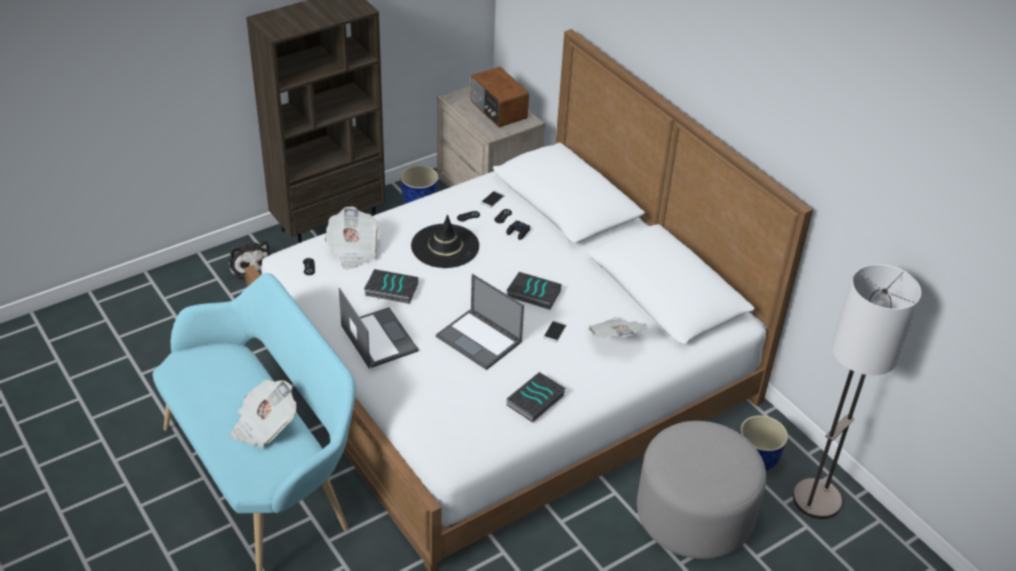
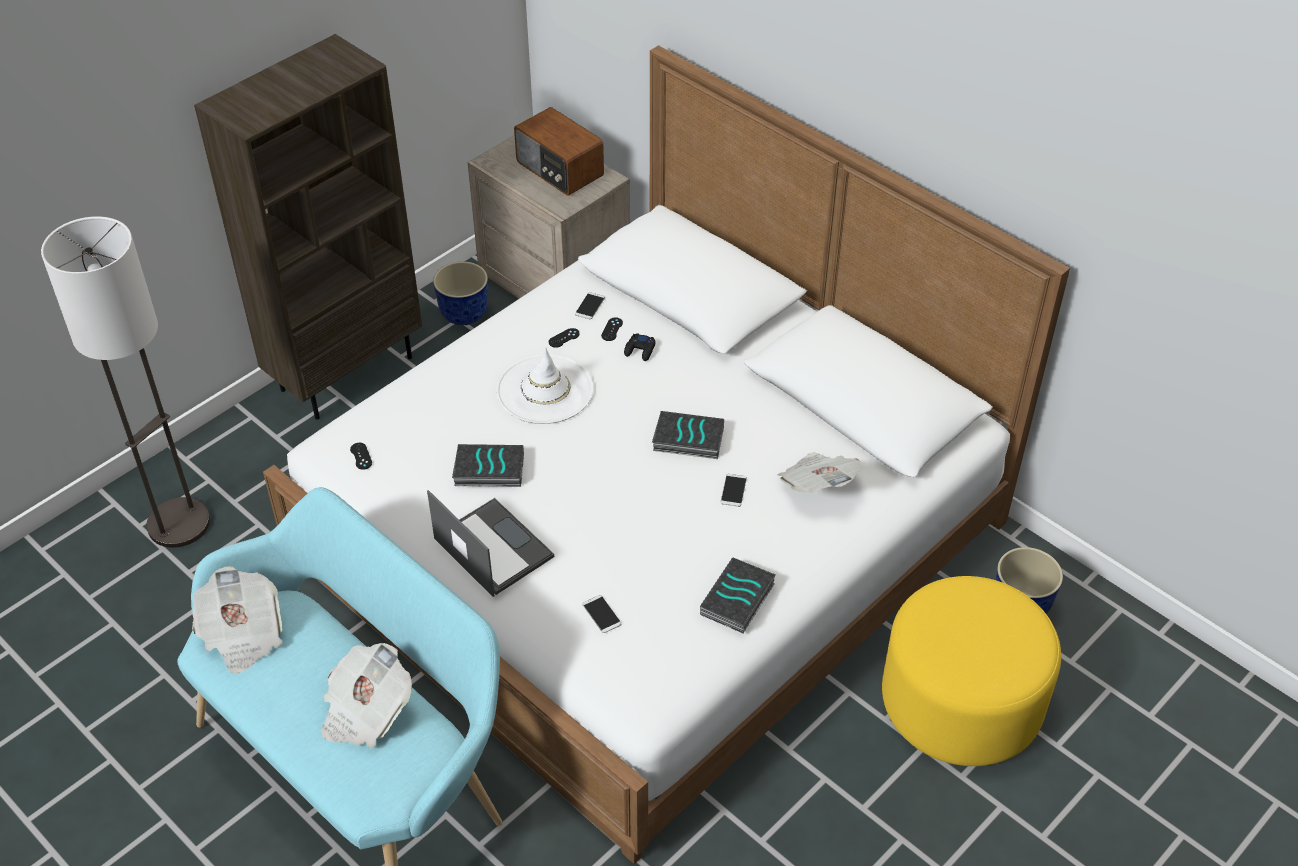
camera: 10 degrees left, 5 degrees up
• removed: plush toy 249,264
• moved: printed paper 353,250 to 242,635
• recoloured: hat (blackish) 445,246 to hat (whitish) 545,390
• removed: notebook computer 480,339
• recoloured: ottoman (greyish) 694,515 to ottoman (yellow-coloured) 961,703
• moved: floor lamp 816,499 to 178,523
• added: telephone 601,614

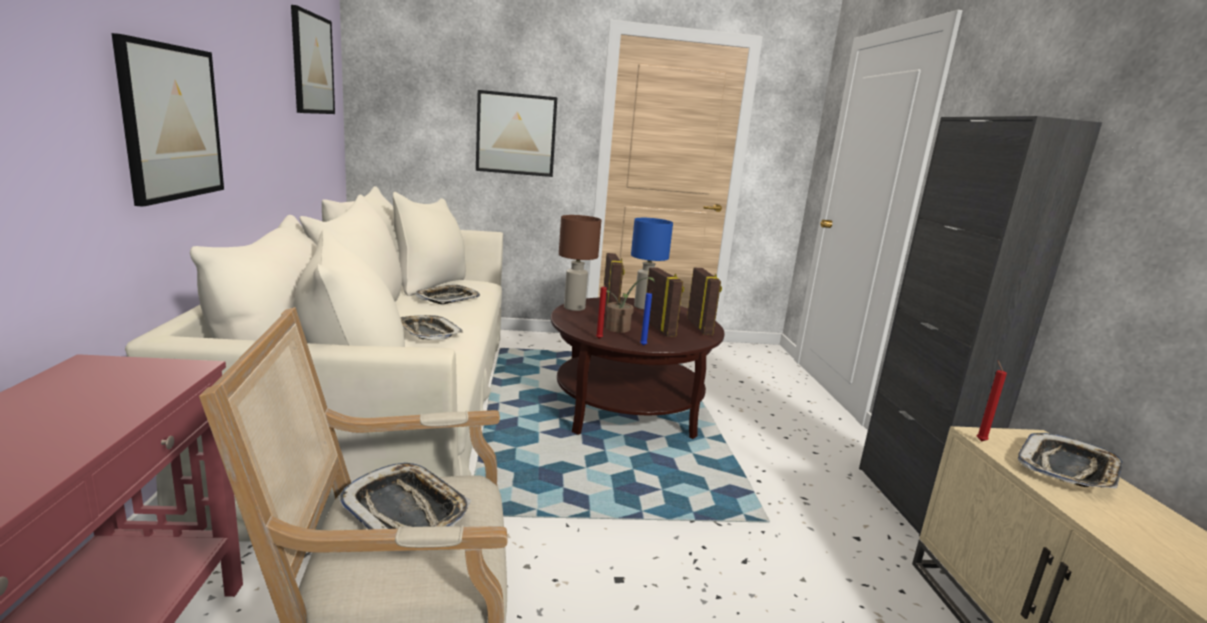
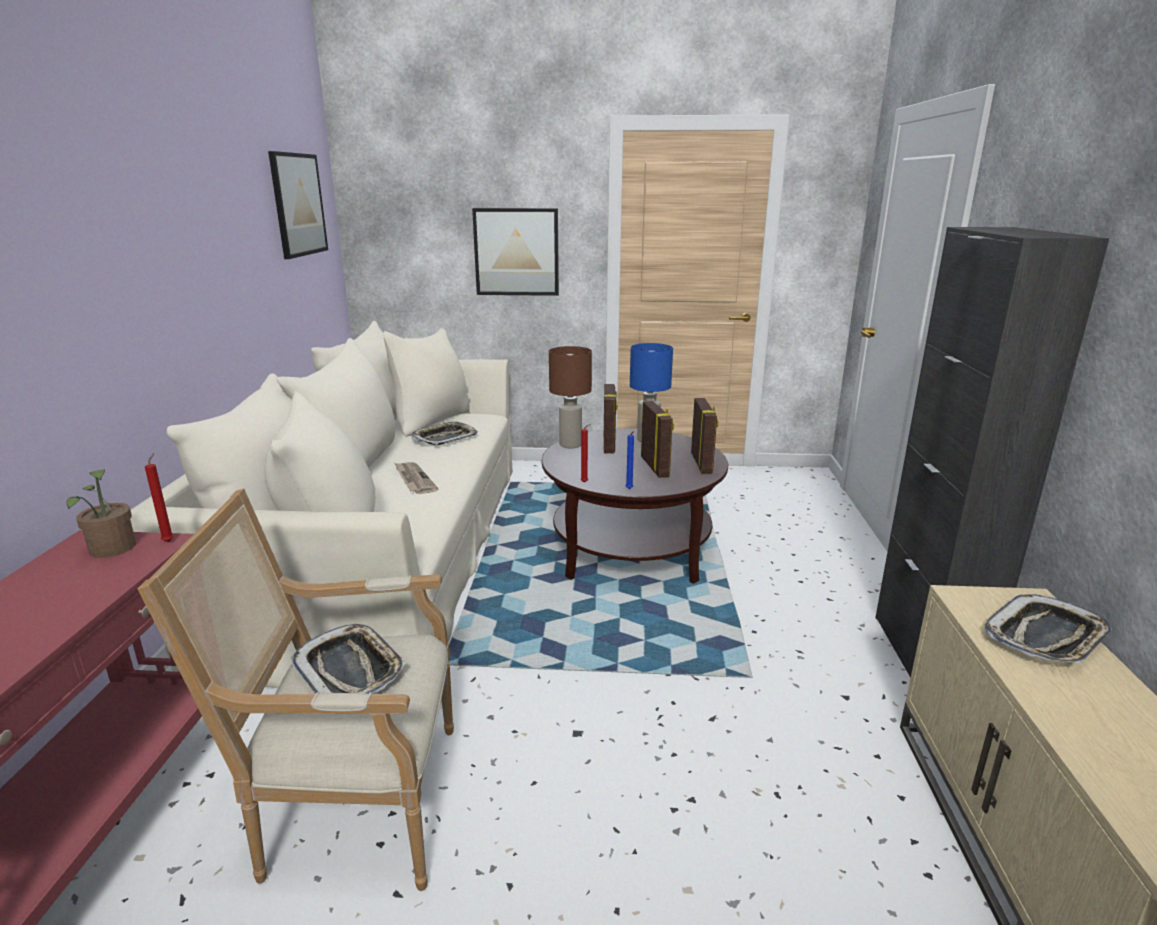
camera: 10 degrees right, 5 degrees up
• removed: wall picture 171,122
• replaced: tray 427,332 to printed paper 414,480
• moved: plant in a pot 620,329 to 112,550
• moved: wax light (red-coloured) 980,440 to 169,541

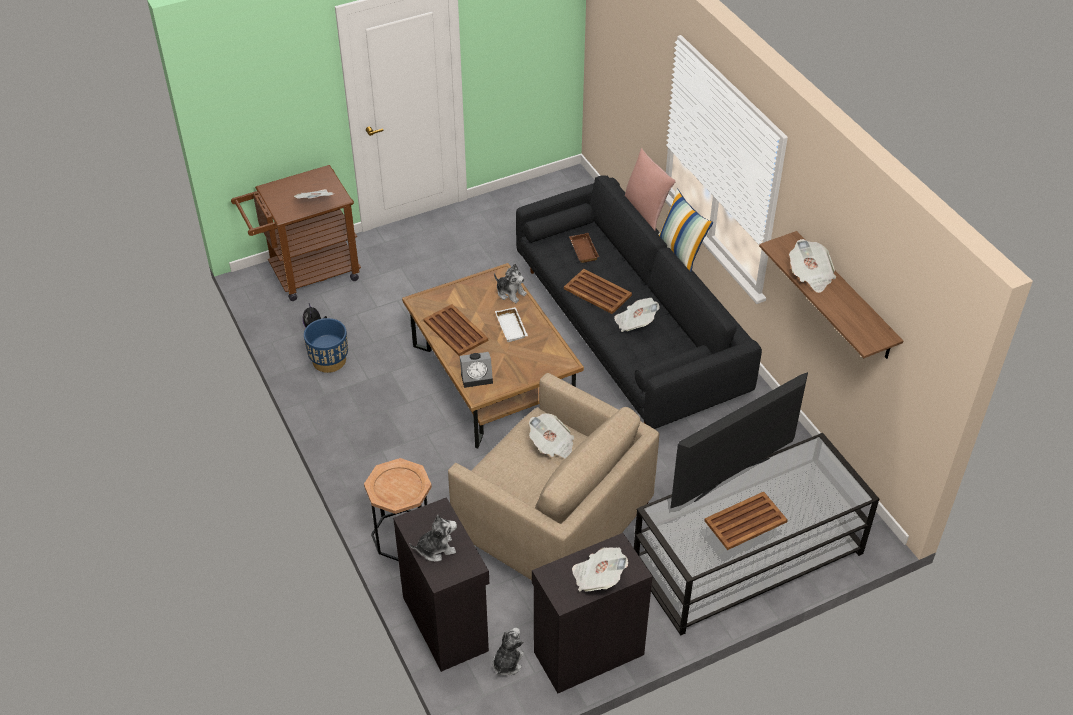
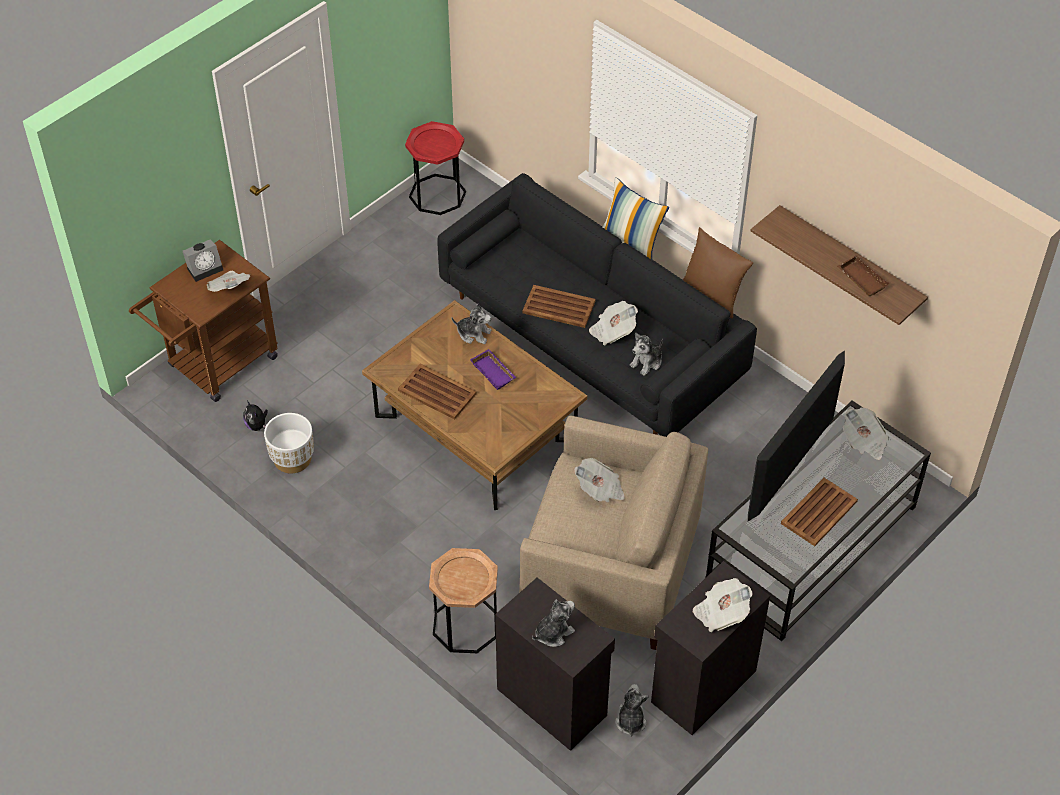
camera: 20 degrees left, 5 degrees up
• recoloured: flower pot (bluish) 329,360 to flower pot (whitish) 292,458
• moved: bedside clock 477,377 to 205,268
• recoloured: tray (whitish) 512,327 to tray (purple) 494,372
• moved: tray (brownish) 582,250 to 860,279
• removed: cushion (pinkish) 646,211
• moved: printed paper 810,276 to 864,442
• added: side table (red-coloured) 437,194
• added: plush toy 647,362
• added: cushion (brownish) 713,295

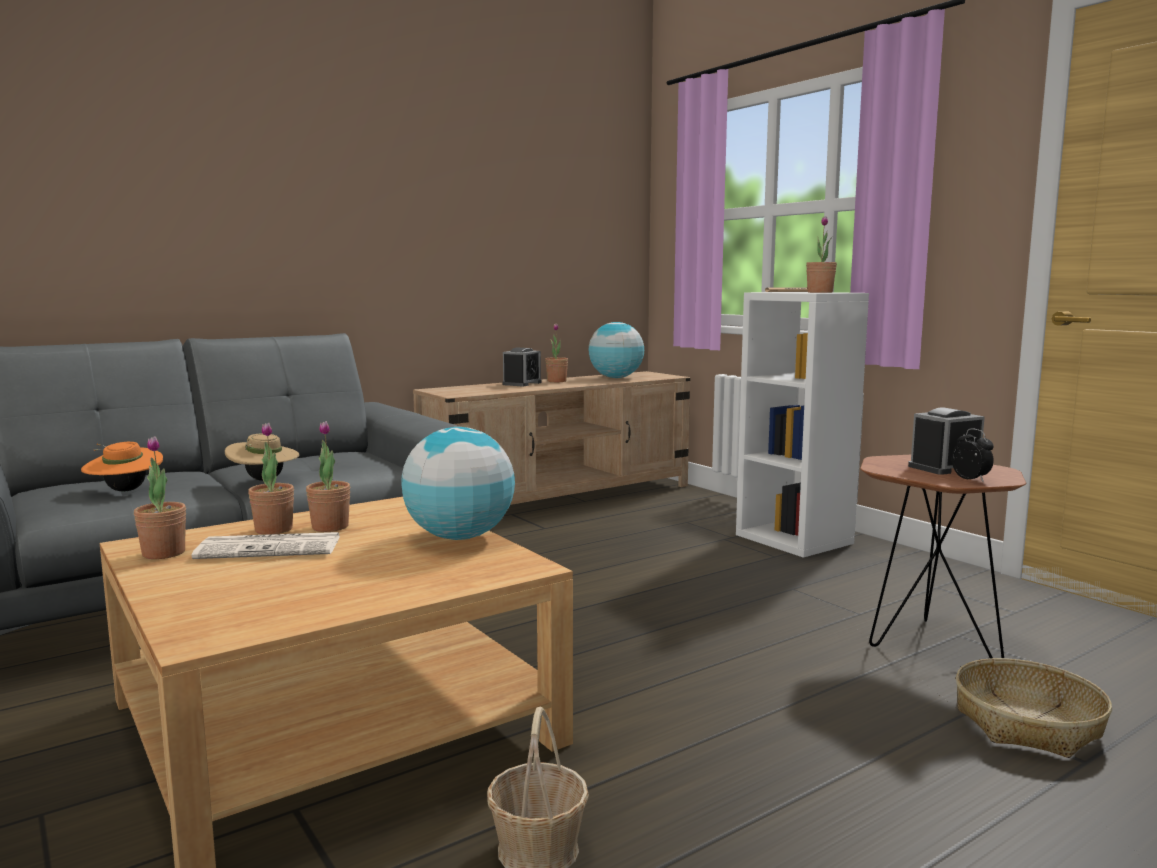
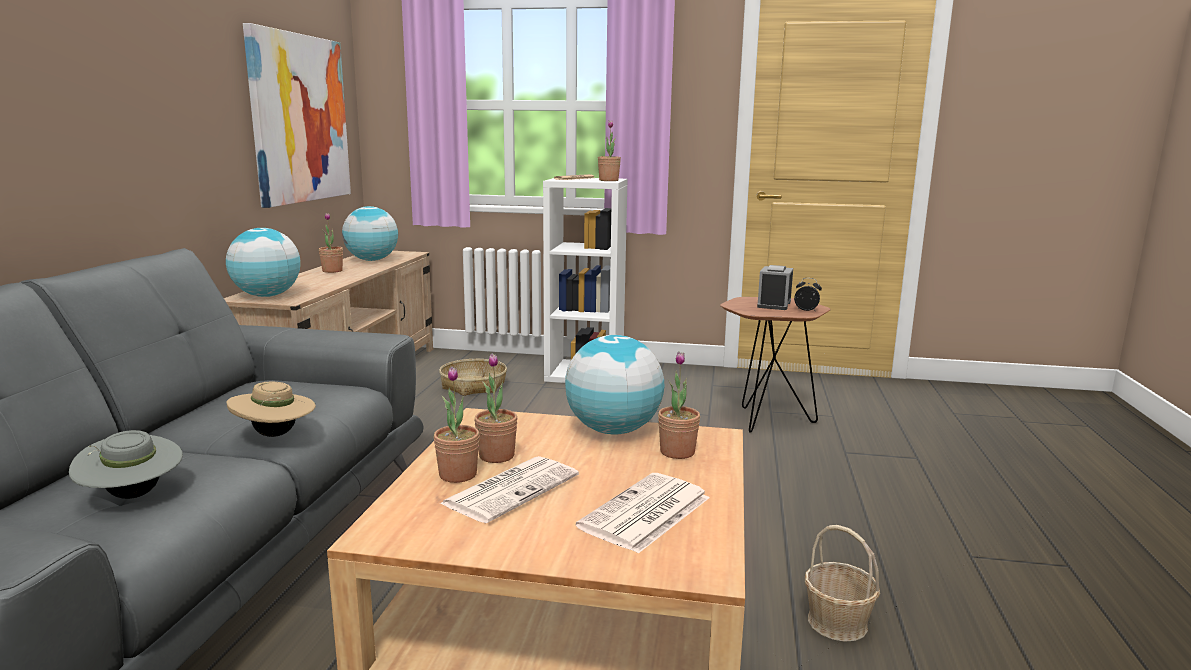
camera: 45 degrees left, 5 degrees up
• recoloured: hat (orange) 125,490 to hat (greyish) 132,495
• moved: plant in a pot 163,553 to 677,452
• removed: bedside clock 522,383
• moved: basket 1028,724 to 474,386
• added: desk globe 267,296
• added: wall picture 300,119
• added: printed paper 645,514

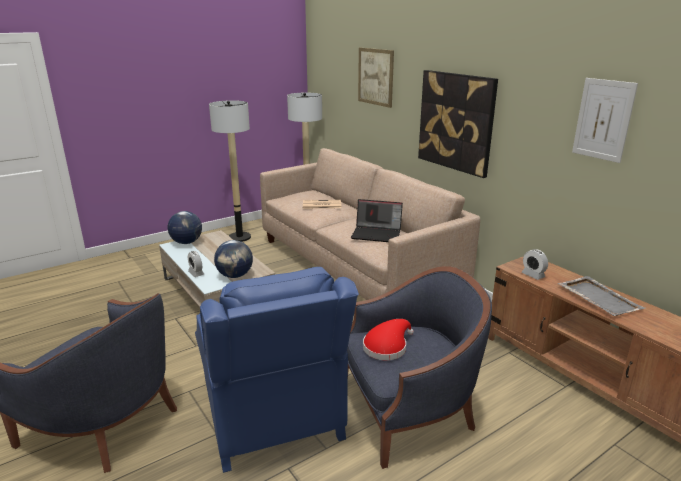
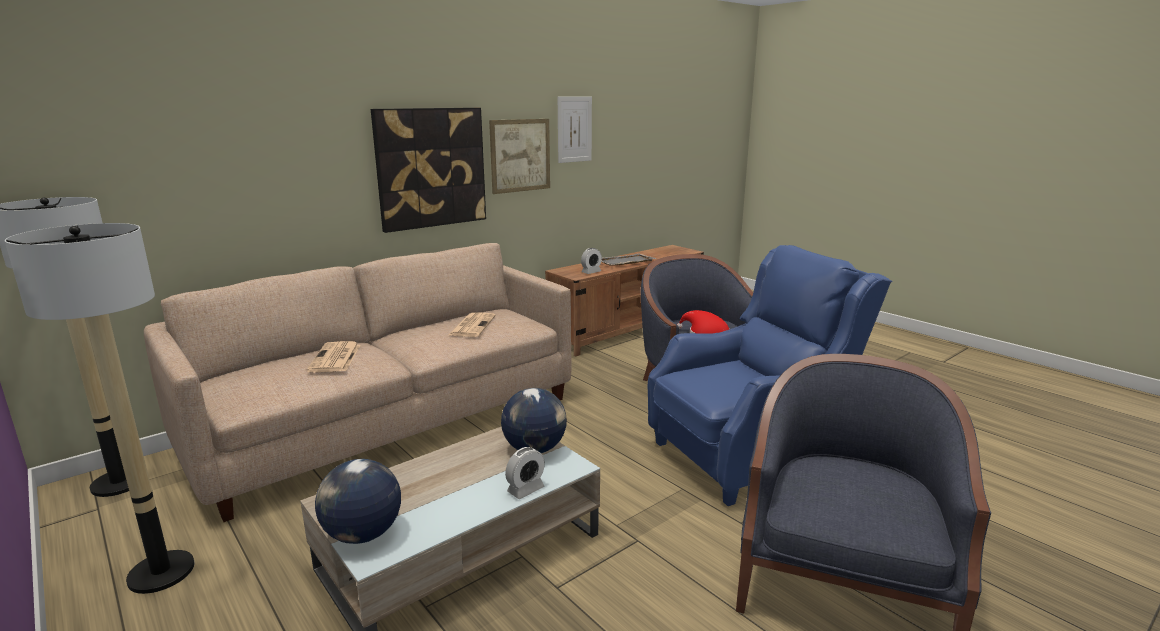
camera: 95 degrees left, 5 degrees down
• replaced: notebook computer 377,234 to printed paper 472,325
• moved: wall picture 375,77 to 520,155

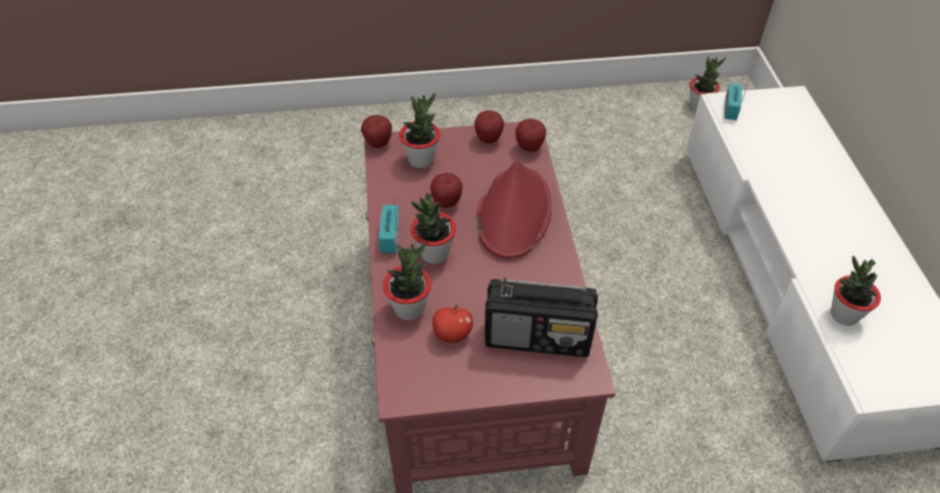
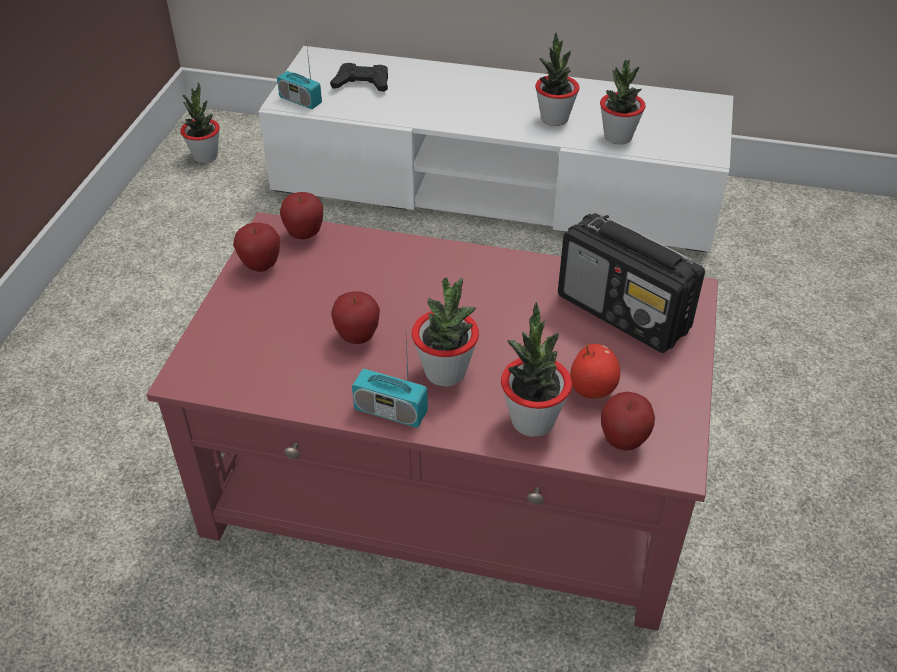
camera: 70 degrees left, 5 degrees down
• moved: apple fruit 378,144 to 623,441
• moved: plant in a pot 421,160 to 554,119
• removed: hat (red-coloured) 513,213
• turned: radio 539,337 = 624,314 105 degrees clockwise
• added: gamepad (blackish) 362,83

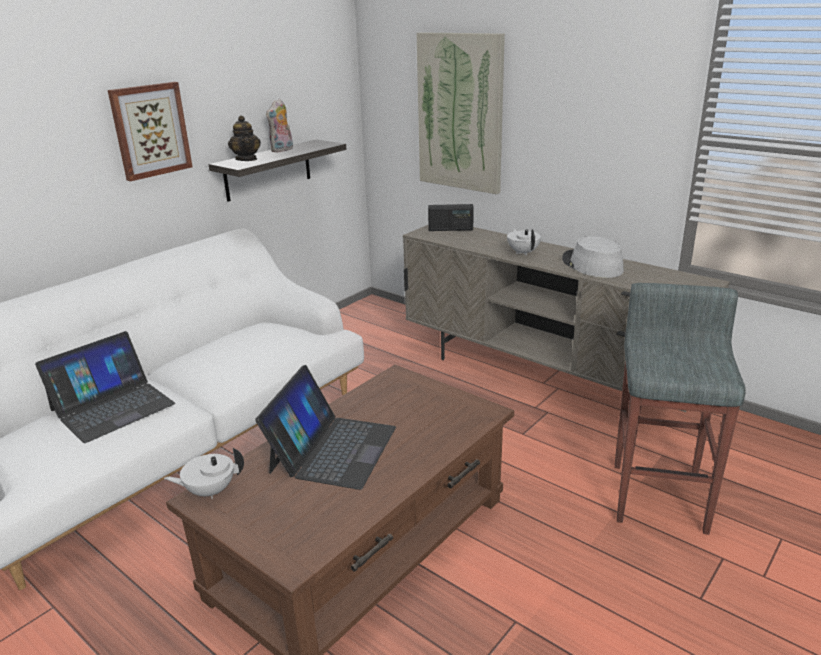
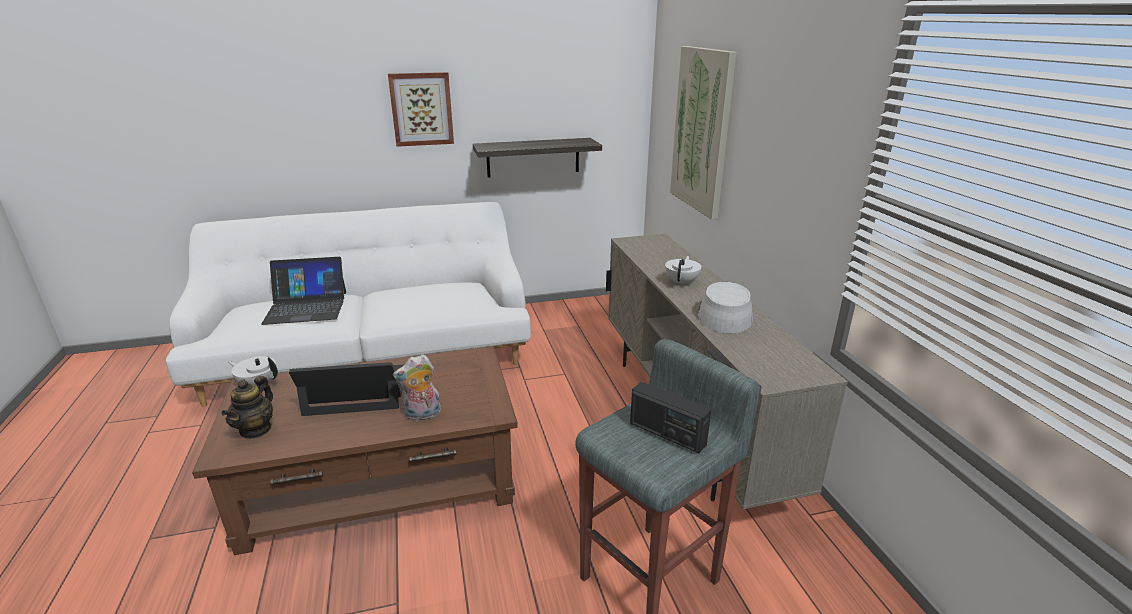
camera: 35 degrees right, 0 degrees up
• moved: teapot 246,159 to 256,429
• turned: notebook computer 332,449 = 357,390 150 degrees counterclockwise
• moved: plush toy 282,150 to 422,415
• moved: radio 450,229 to 667,434

